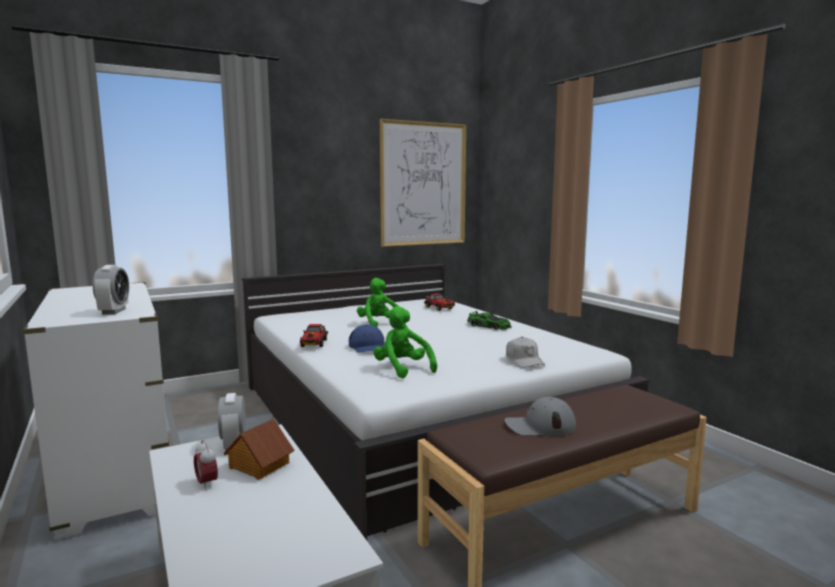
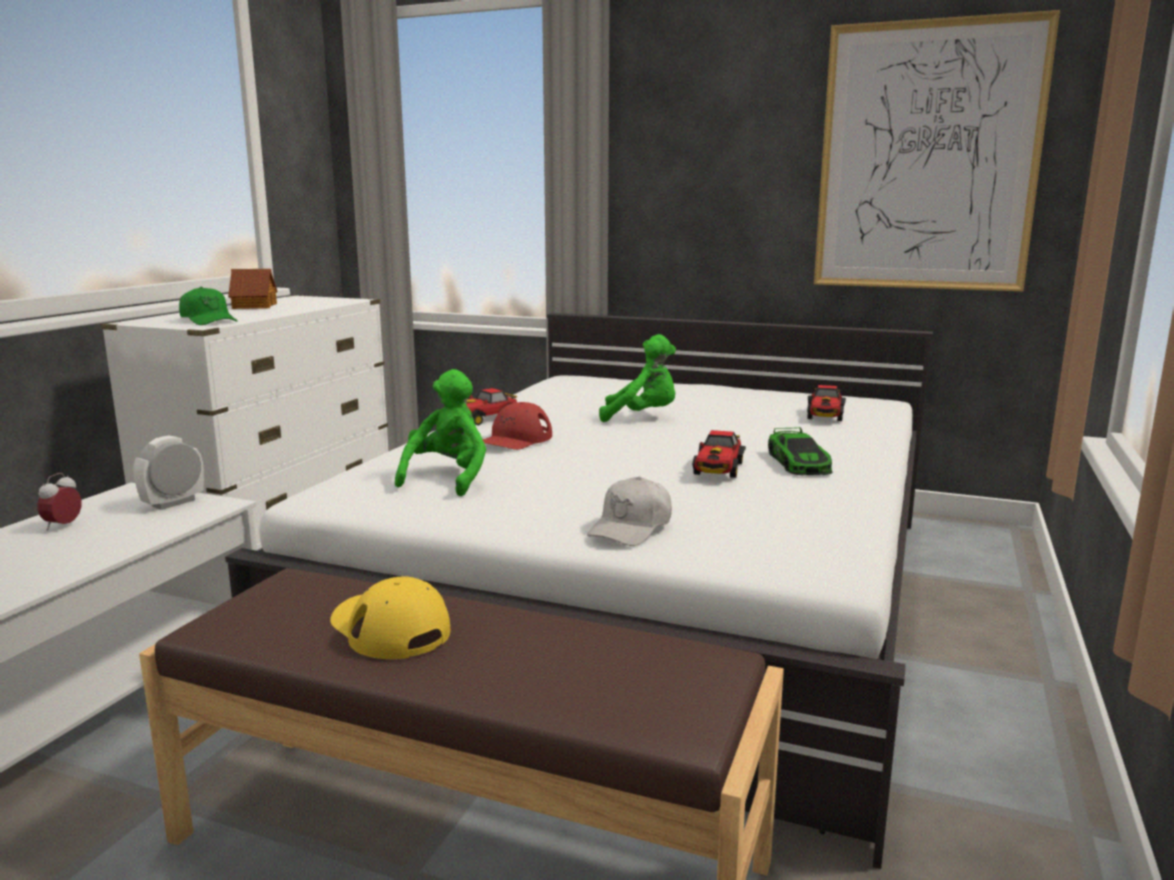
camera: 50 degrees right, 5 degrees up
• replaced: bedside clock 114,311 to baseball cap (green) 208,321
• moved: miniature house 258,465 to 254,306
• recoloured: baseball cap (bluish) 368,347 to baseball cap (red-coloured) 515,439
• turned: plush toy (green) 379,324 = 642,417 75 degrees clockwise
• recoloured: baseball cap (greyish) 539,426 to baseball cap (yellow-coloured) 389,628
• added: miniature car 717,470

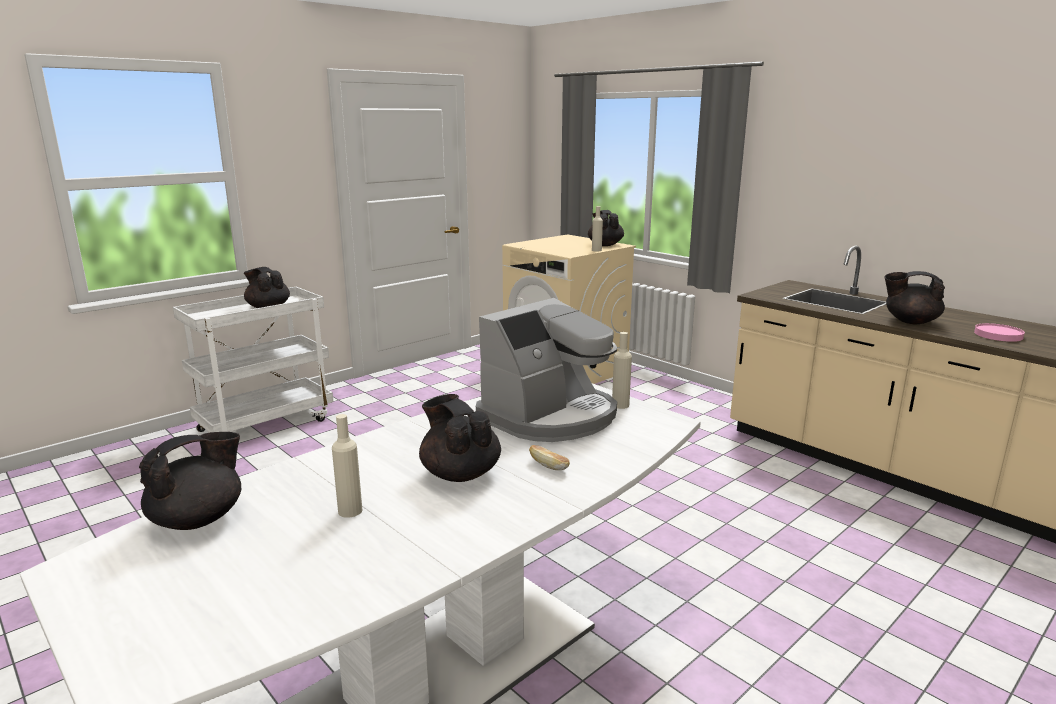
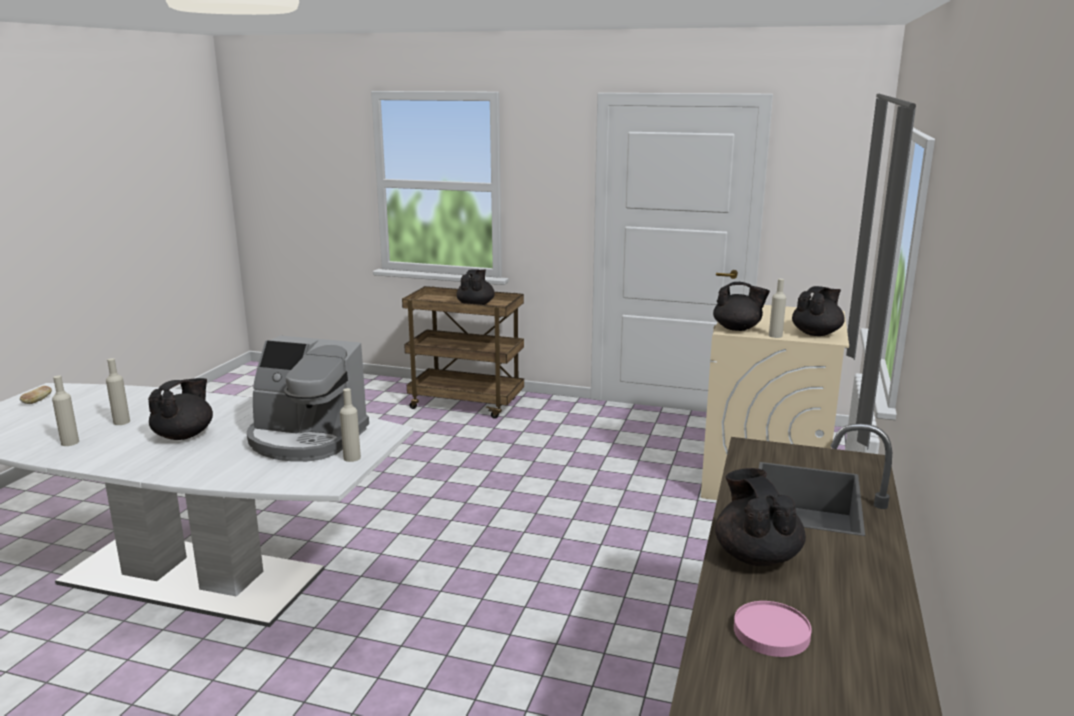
camera: 60 degrees right, 0 degrees up
• moved: teapot (blackish) 199,519 to 737,329
• recoloured: trolley (whitish) 266,424 to trolley (brownish) 467,404
• moved: baked bread 548,466 to 37,401
• added: drink bottle (sand-coloured) 70,442

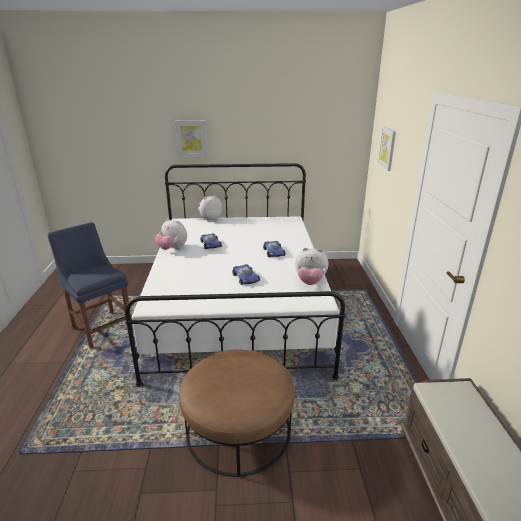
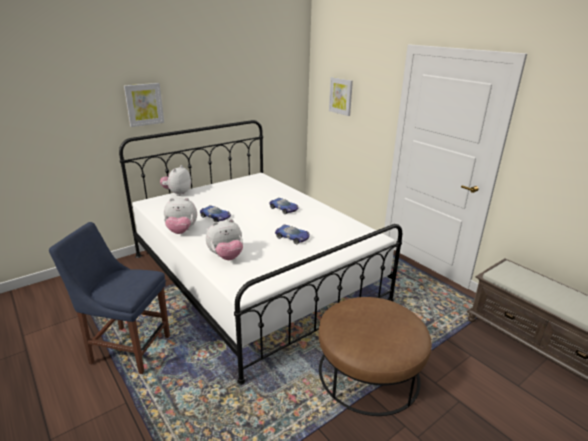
camera: 35 degrees left, 0 degrees up
• moved: plush toy 310,282 to 226,257

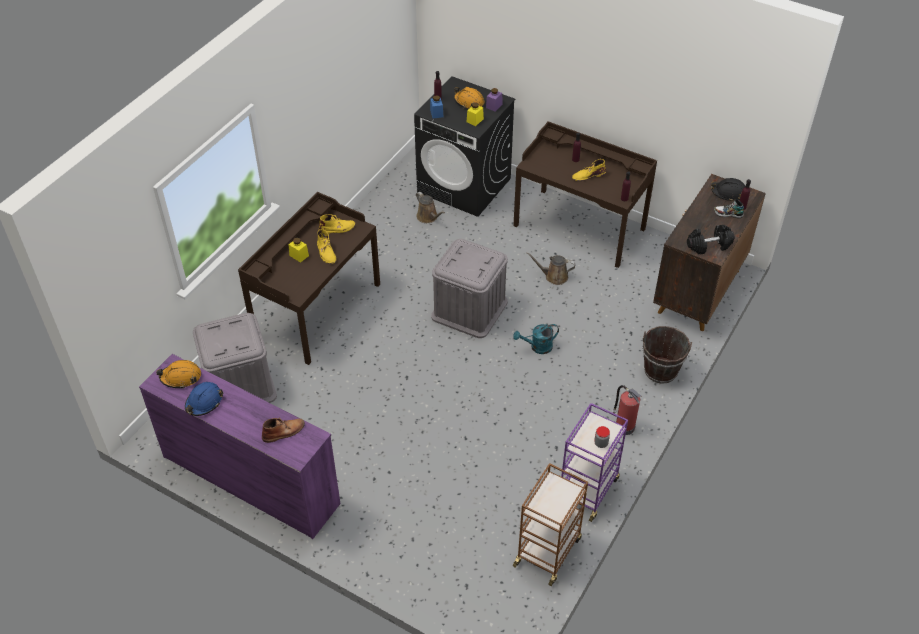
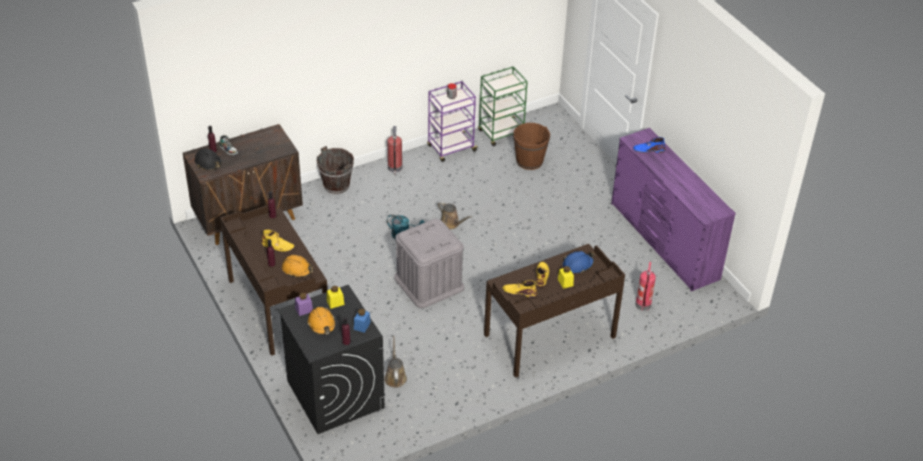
camera: 150 degrees left, 5 degrees down
• moved: work helmet (orange) 181,377 to 297,269
• moved: work helmet (bluish) 204,402 to 577,265
• replaced: storage box (greyish) 239,384 to extinguisher 643,305
• recoloured: high-top boot (brownish) 284,432 to high-top boot (bluish) 648,149
• recoloured: trolley (brownish) 548,550 to trolley (green) 501,133
• moved: watering can (brownish) 554,276 to 451,223
• removed: hand weight (blackish) 709,246
• added: pail (brownish) 529,161

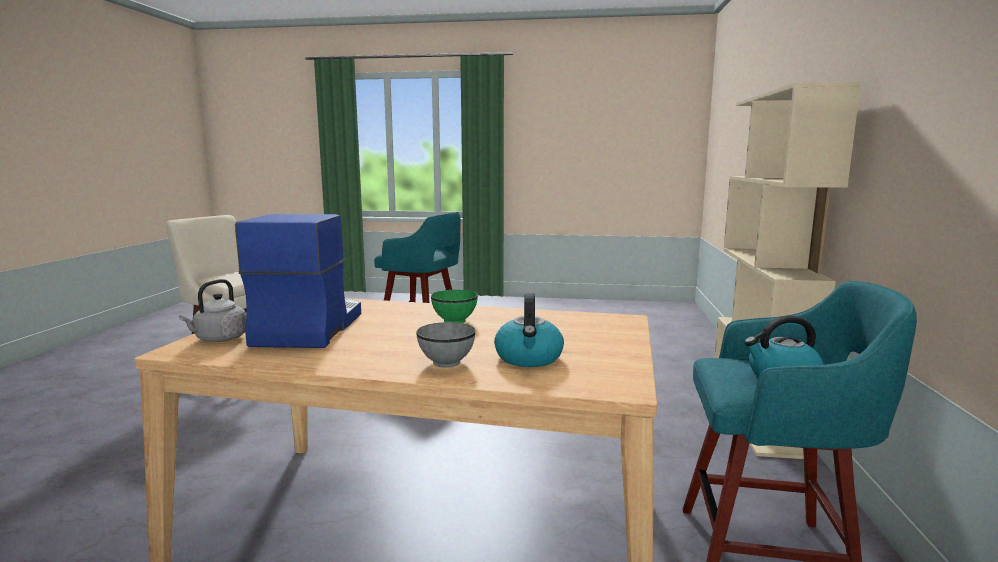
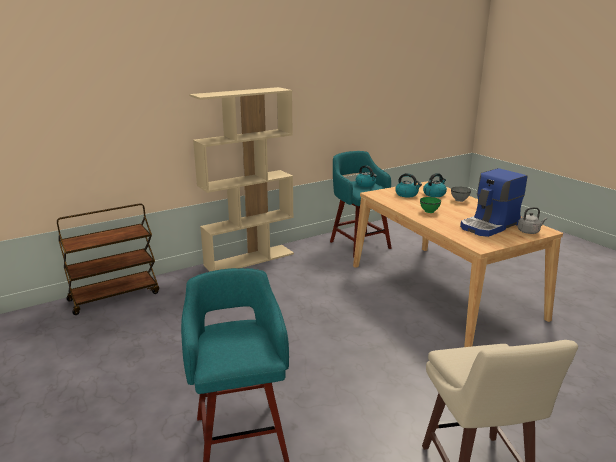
camera: 130 degrees left, 10 degrees up
• added: trolley (brownish) 114,296
• added: tea kettle 407,194

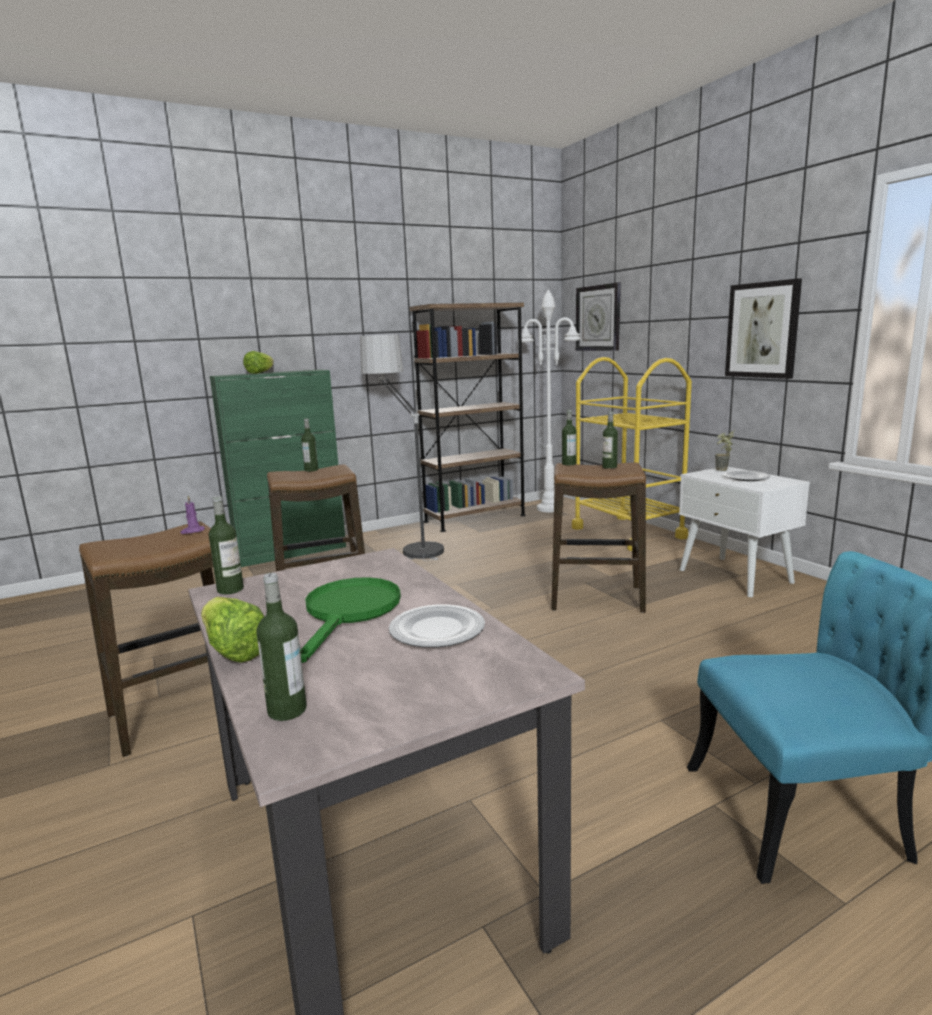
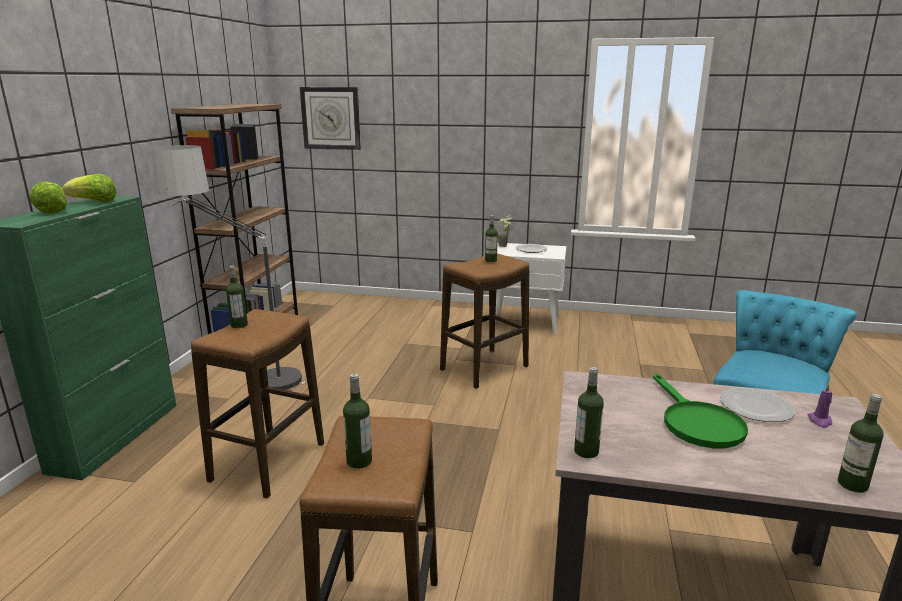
camera: 50 degrees left, 5 degrees up
• moved: wax light (purple) 192,531 to 820,421
• moved: lettuce 234,650 to 94,202
• turned: frying pan (green) 349,613 = 696,423 150 degrees counterclockwise
• removed: floor lamp (whitish) 550,509
• moved: drink bottle 569,464 to 359,461
• removed: trolley (yellow-coloured) 627,533
• removed: wall picture 762,330

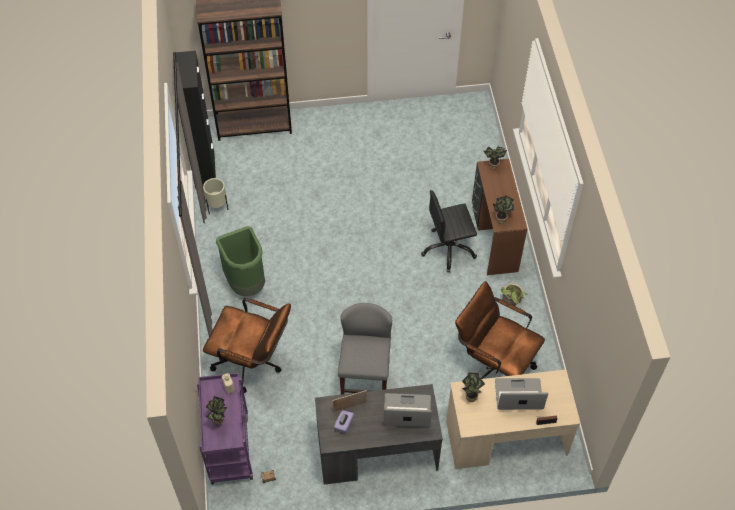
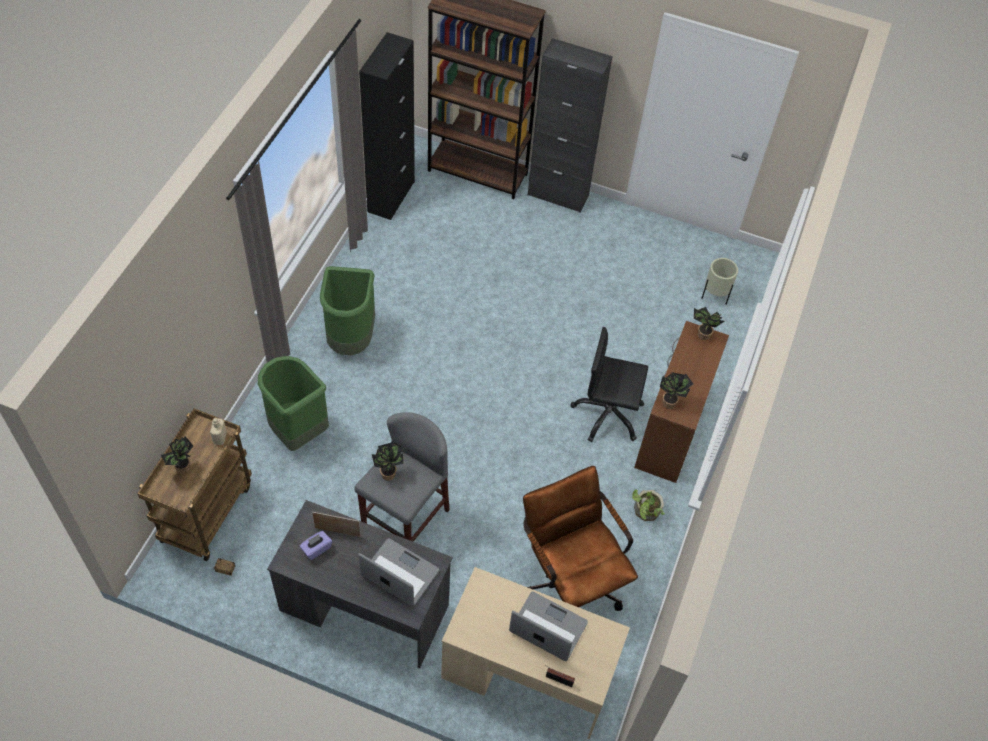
camera: 25 degrees right, 0 degrees up
• recoloured: trolley (purple) 228,448 to trolley (brownish) 206,511
• moved: flower pot (sand-coloured) 217,207 to 714,296
• replaced: desk chair (brownish) 253,363 to waste bin (green) 297,431
• moved: plant in a pot 470,396 to 388,472
• added: storage cabinet (blackish) 558,195

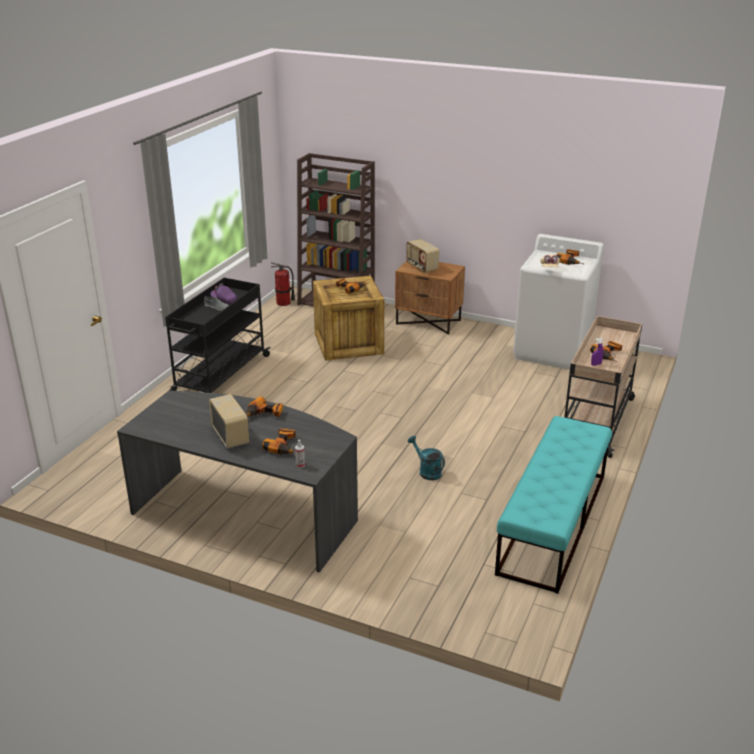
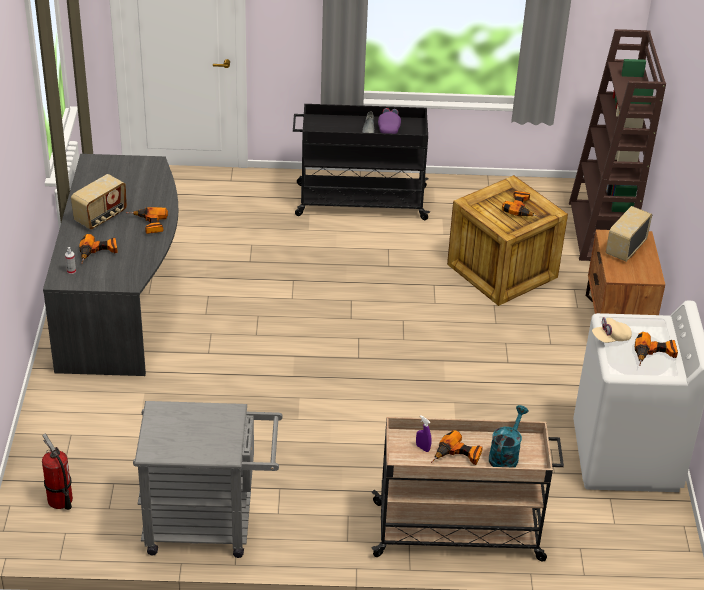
camera: 65 degrees right, 10 degrees up
• moved: extinguisher 283,303 to 60,500
• moved: watering can (blue-green) 427,471 to 505,455
• replaced: bench (blue-green) 553,523 to trolley (greyish) 210,525

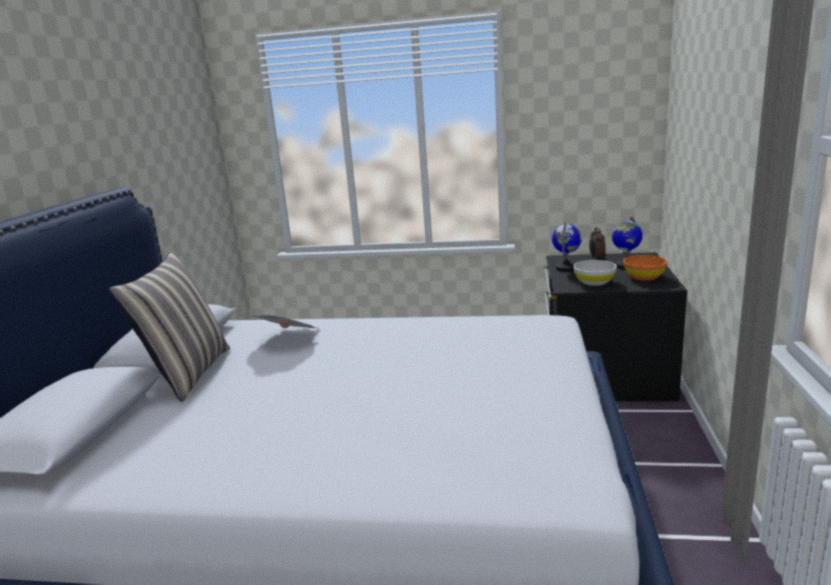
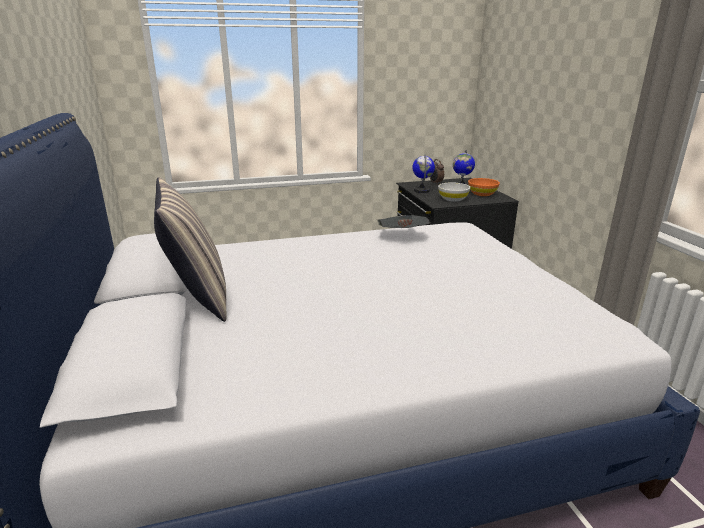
camera: 25 degrees left, 5 degrees up
• moved: printed paper 289,339 to 402,236

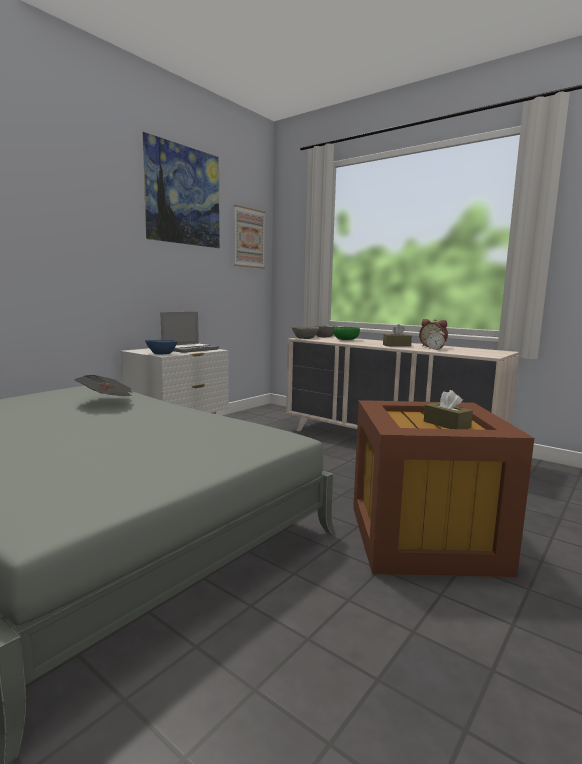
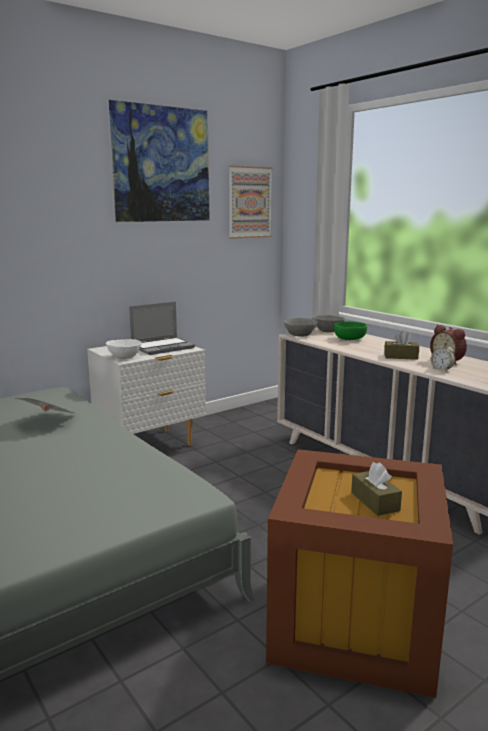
camera: 15 degrees right, 5 degrees up
• recoloured: serving bowl (bluish) 162,354 to serving bowl (whitish) 125,357

